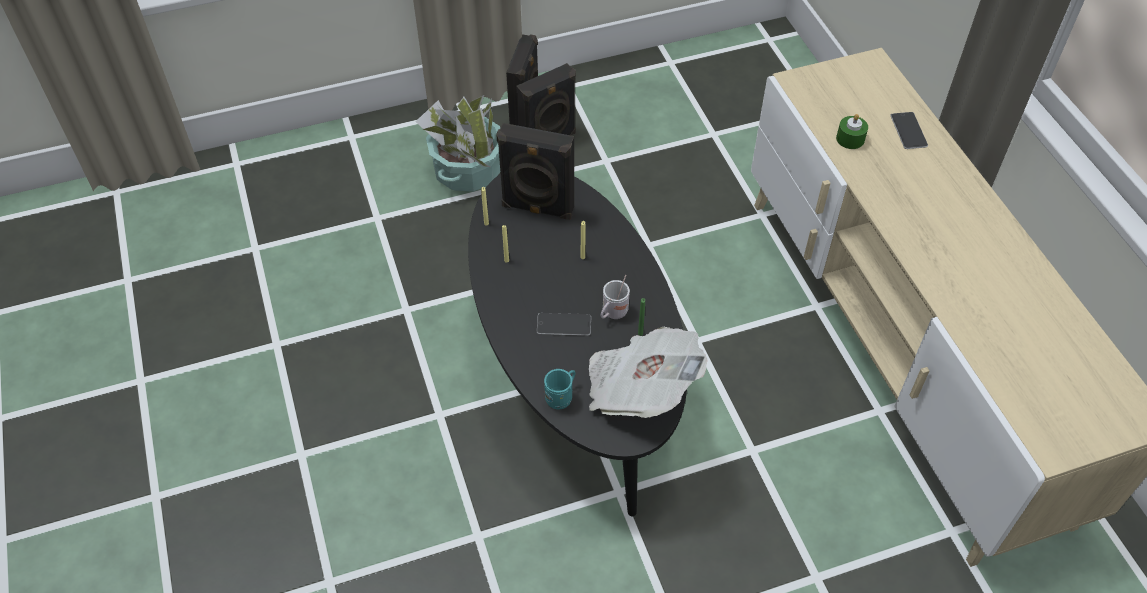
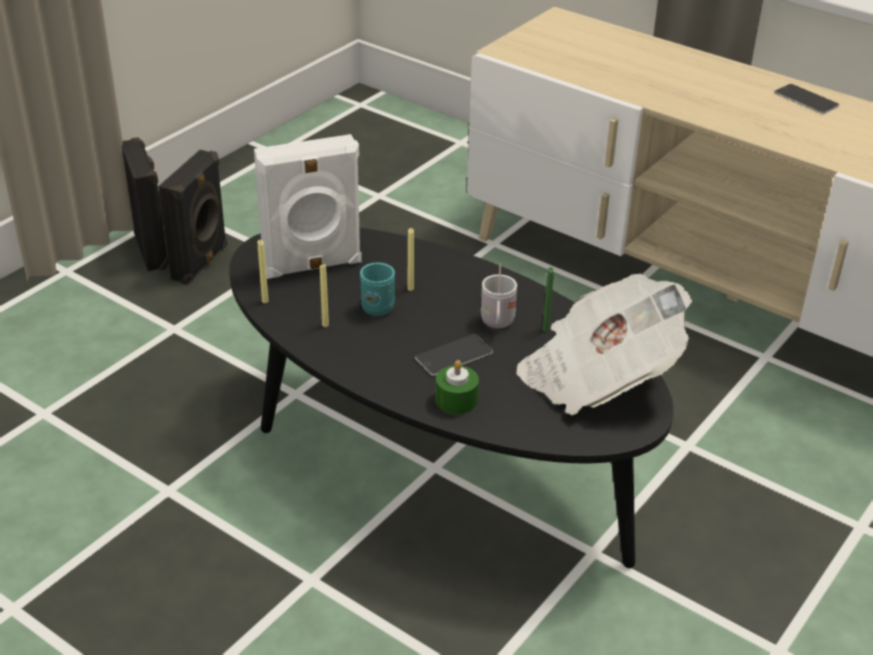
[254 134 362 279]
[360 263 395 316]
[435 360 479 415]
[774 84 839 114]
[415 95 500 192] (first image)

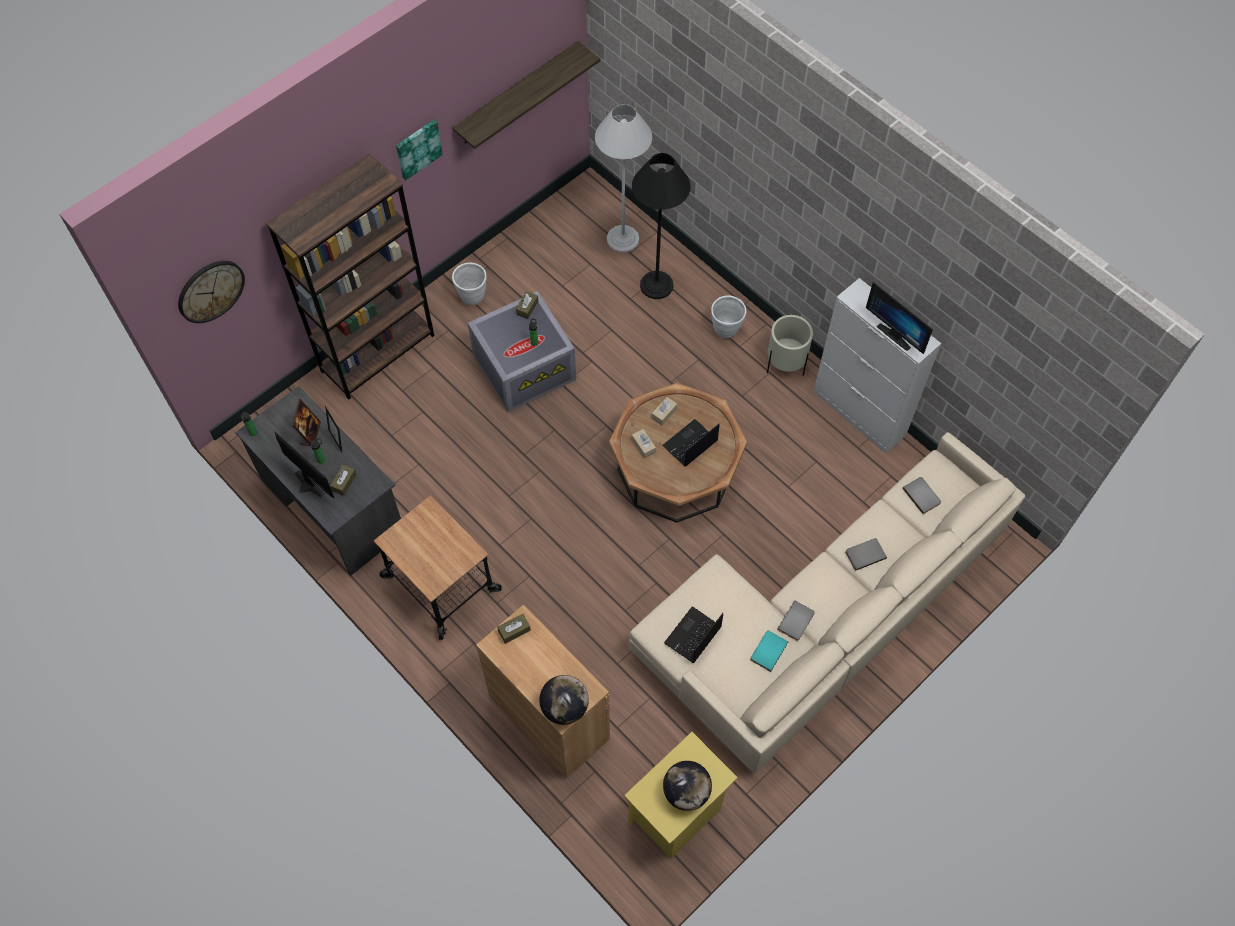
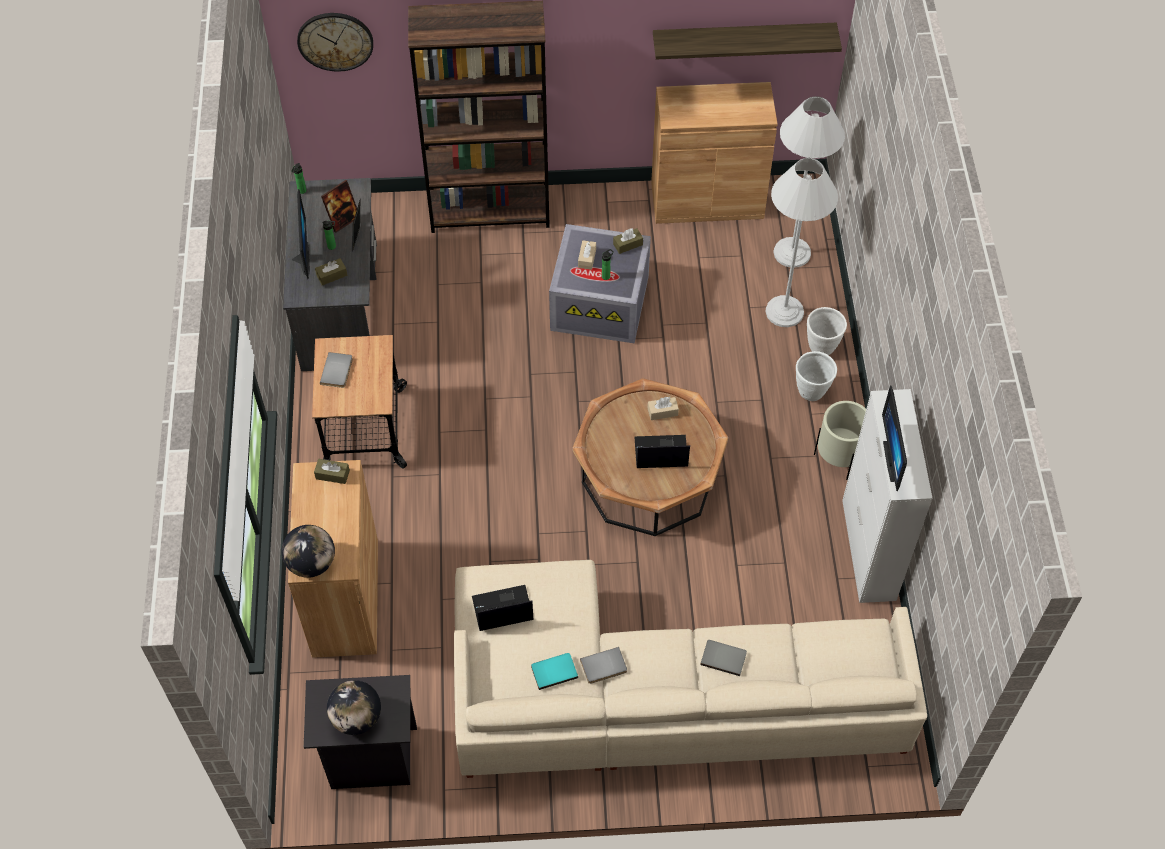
[304 675 417 789]
[320 352 353 388]
[578 240 596 270]
[651 82 778 224]
[765 158 838 327]
[807 307 847 355]
[396 120 443 180] (first image)

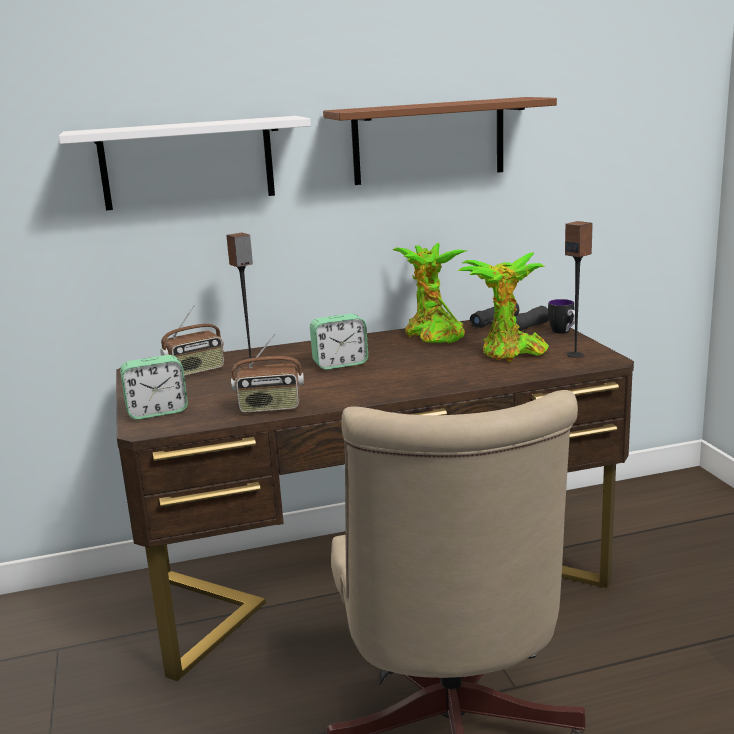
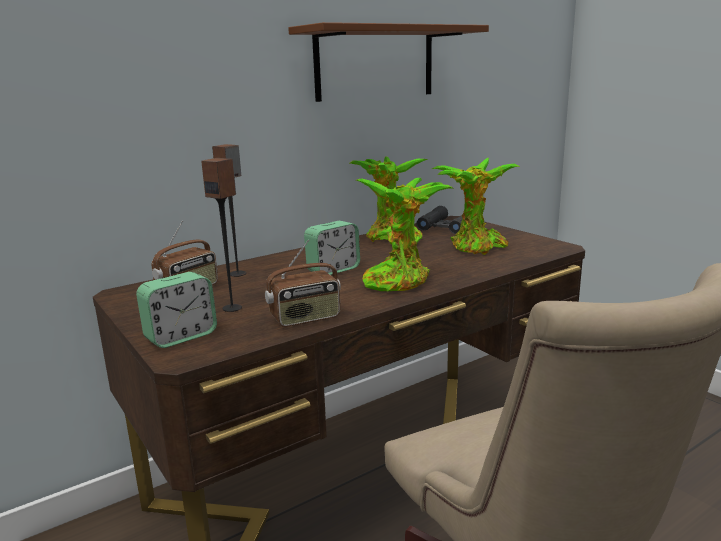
[201 158 242 312]
[356 178 455 292]
[59 116 311 211] (first image)
[548 299 575 334] (first image)

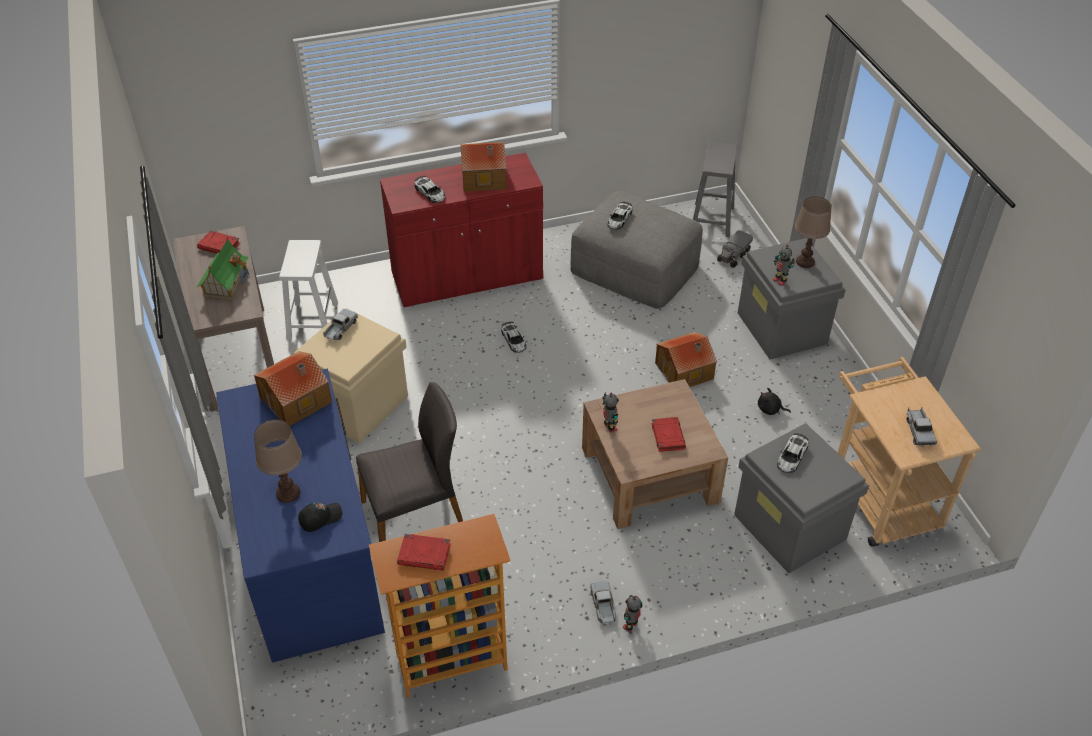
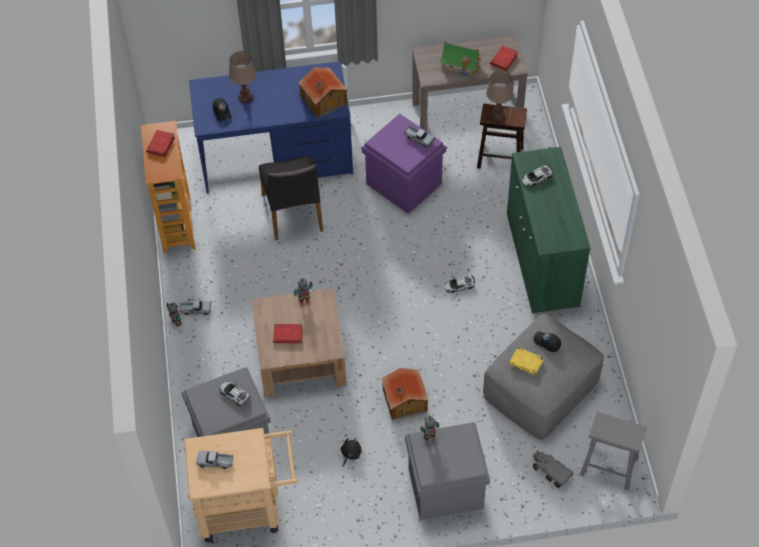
[362 114 446 214]
[477 104 527 169]
[486 70 513 121]
[507 147 591 314]
[509 347 544 375]
[533 332 561 352]
[461 142 507 192] (first image)

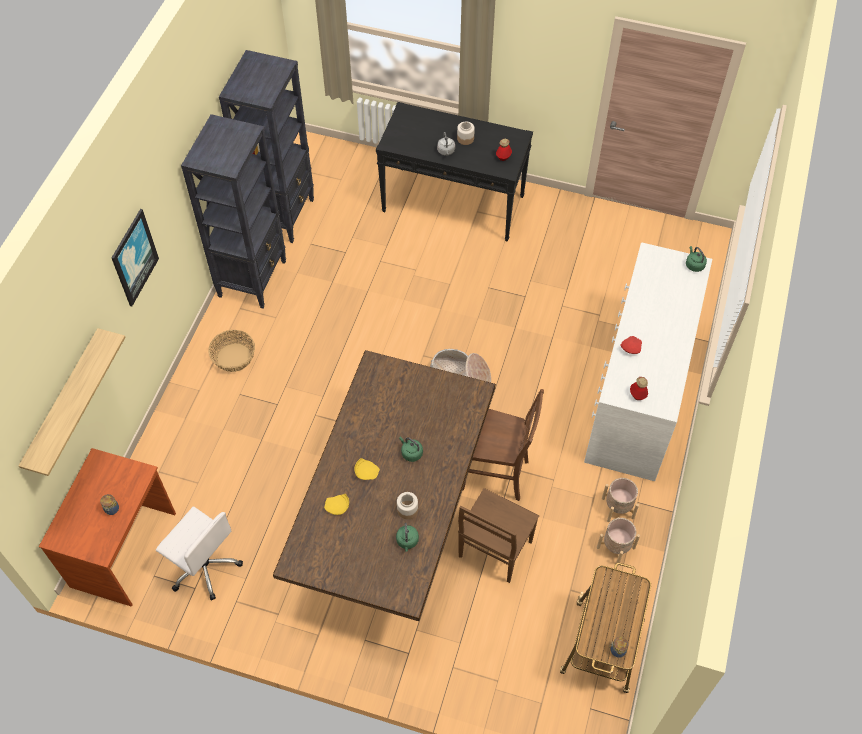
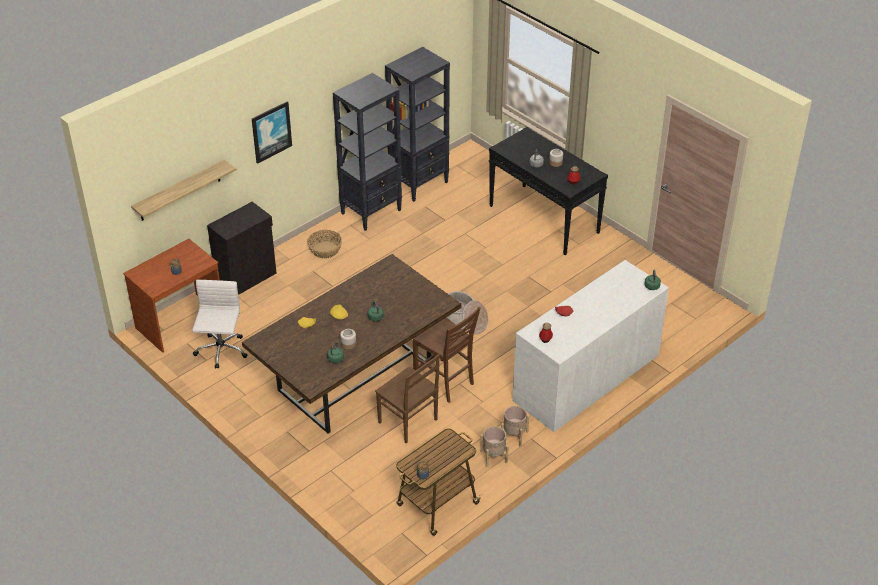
[192 280 248 369]
[207 202 276 295]
[375 354 440 443]

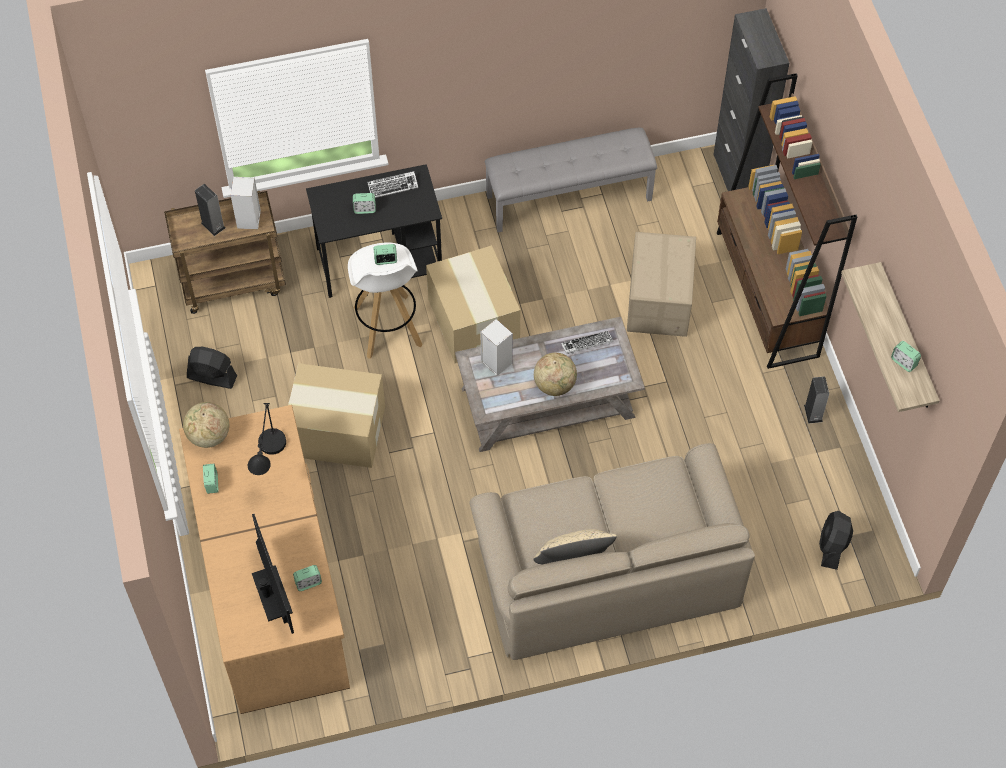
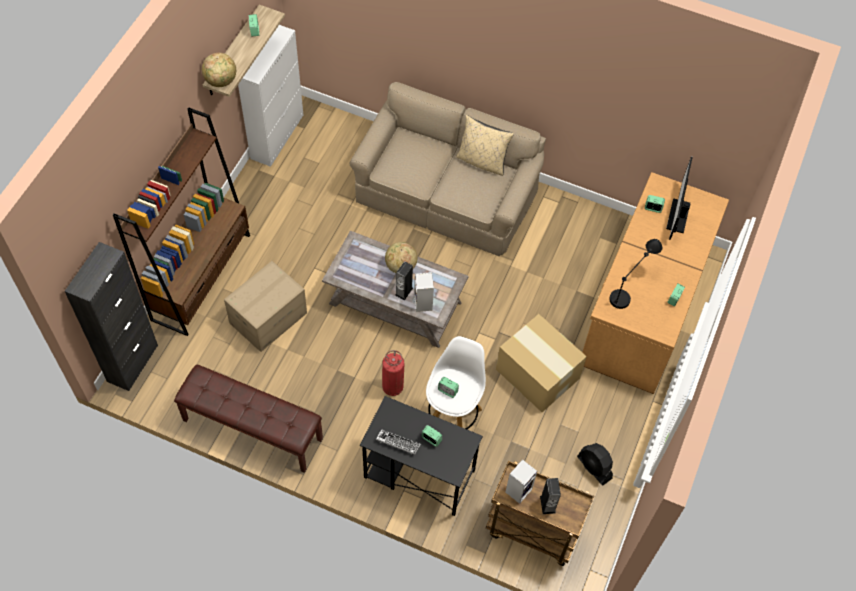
[174 365 323 473]
[202 53 236 87]
[238 25 303 167]
[382 350 405 396]
[395 261 413 300]
[561 331 613 354] (first image)
[819 511 853 570] (first image)

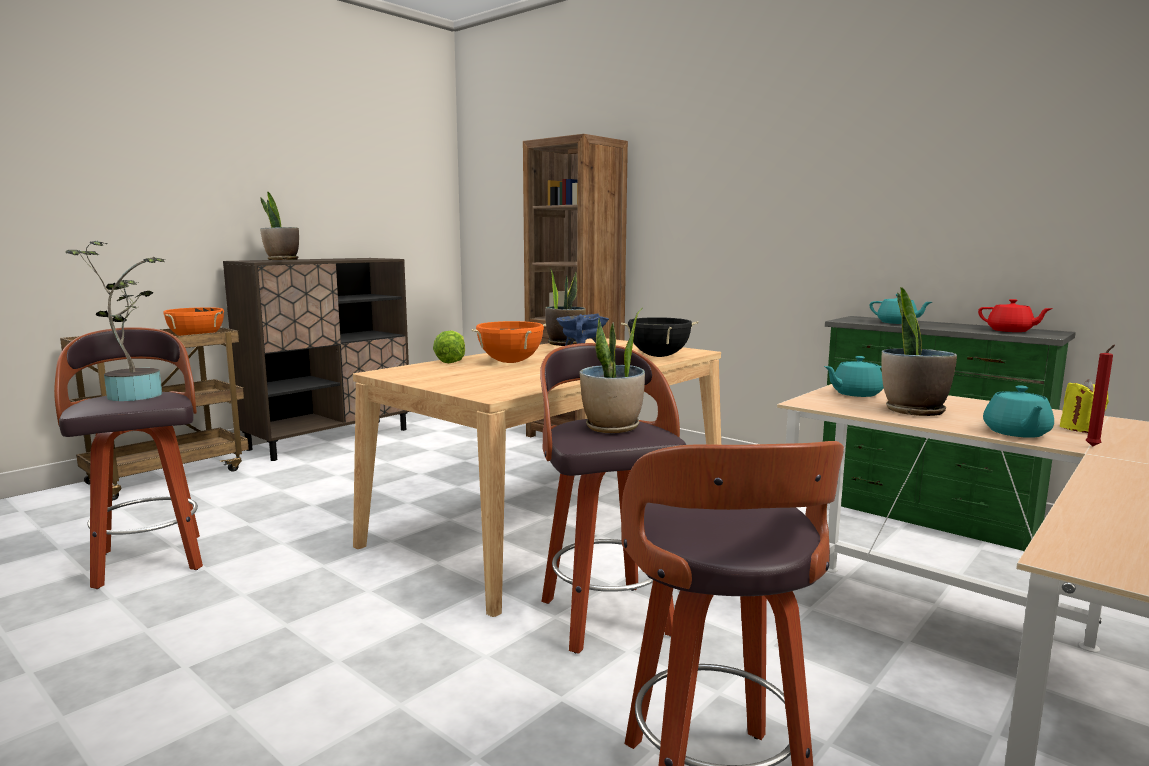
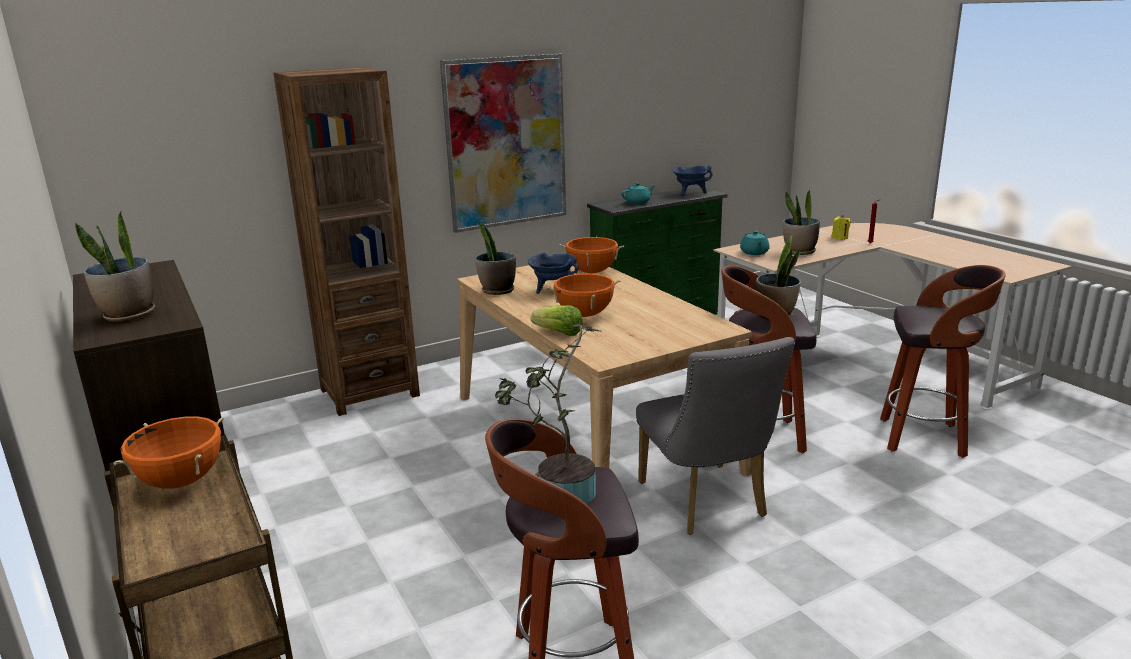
[440 54 566 233]
[560 237 624 273]
[636 337 795 535]
[673 165 713 196]
[983 385 1054 438] (first image)

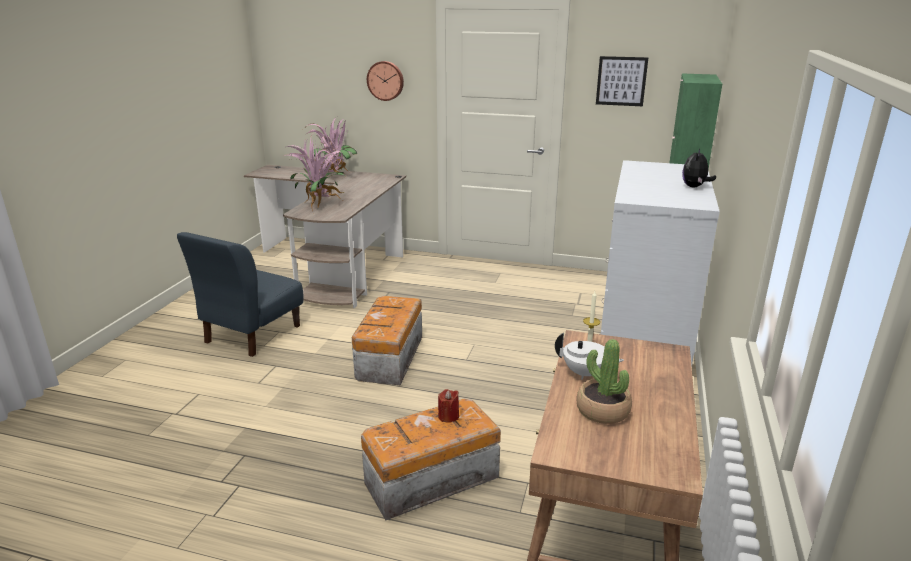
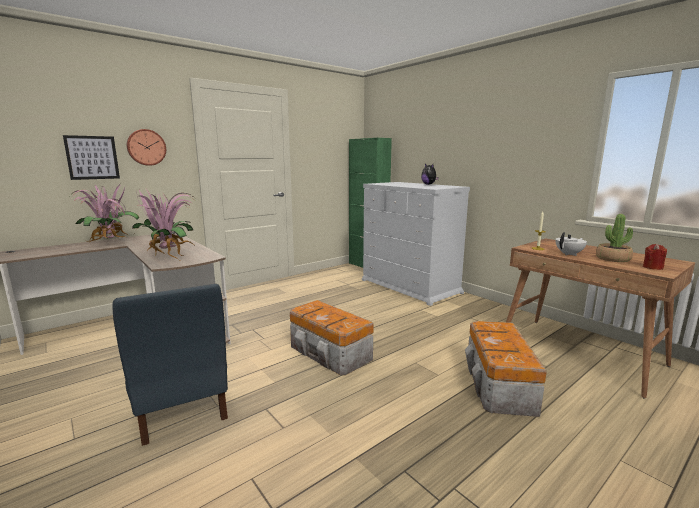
[63 135 120 180]
[643 244 667 270]

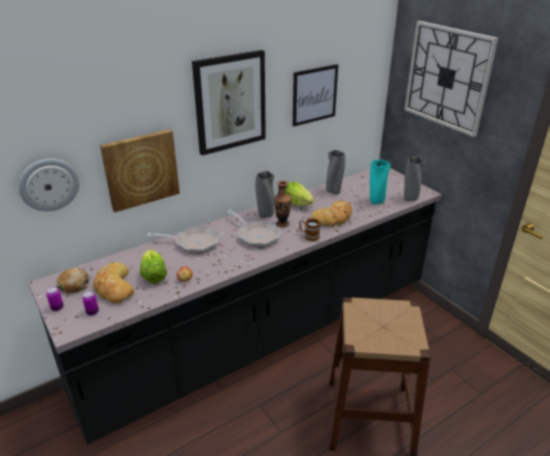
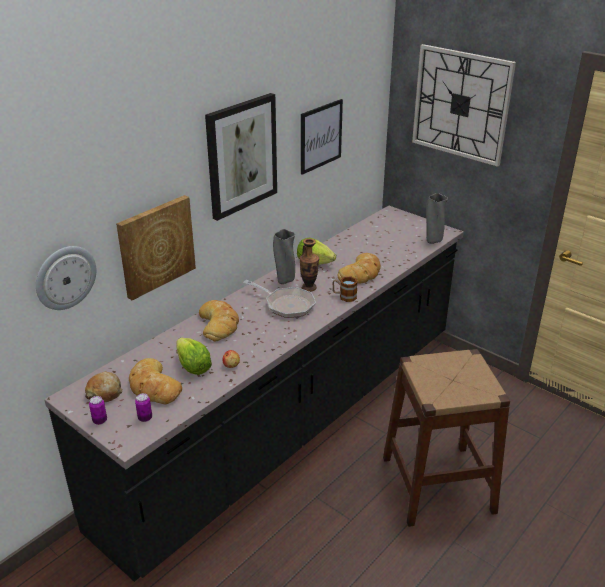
[199 300 239 341]
[326 150 345 194] (first image)
[370 160 391 204] (first image)

